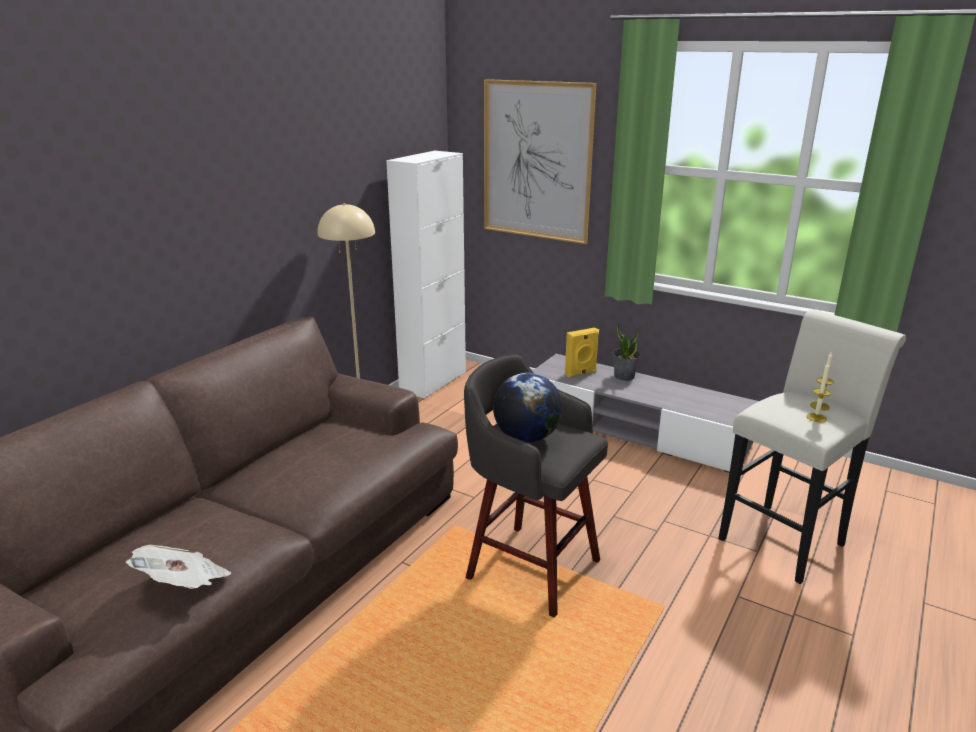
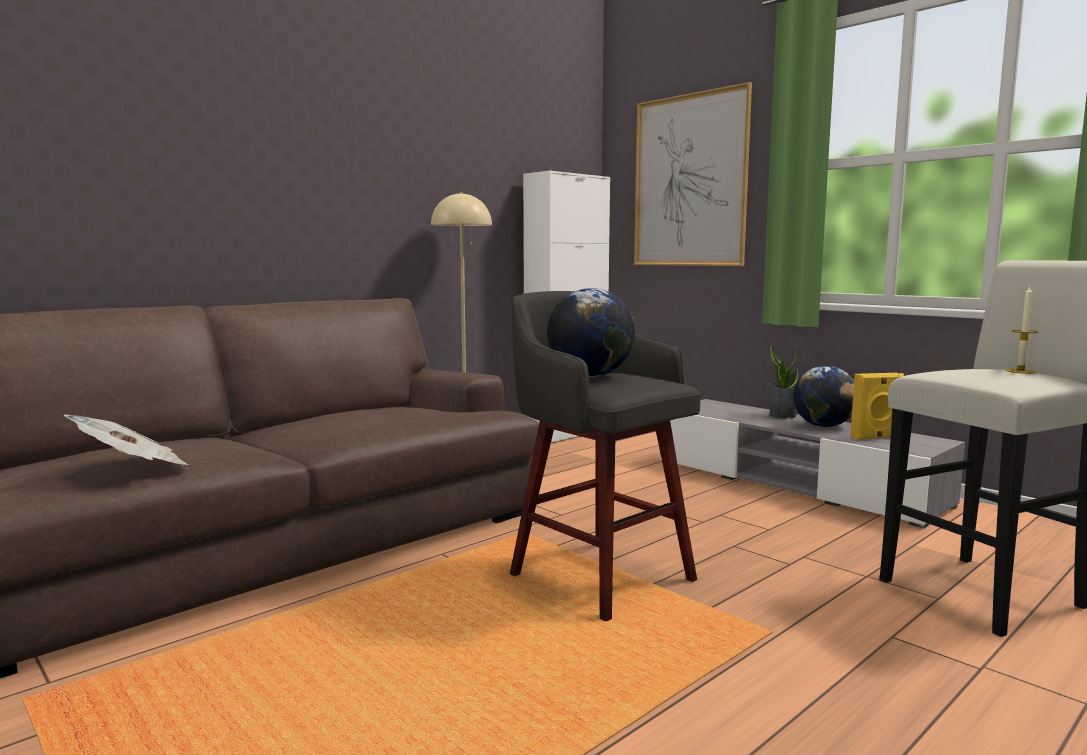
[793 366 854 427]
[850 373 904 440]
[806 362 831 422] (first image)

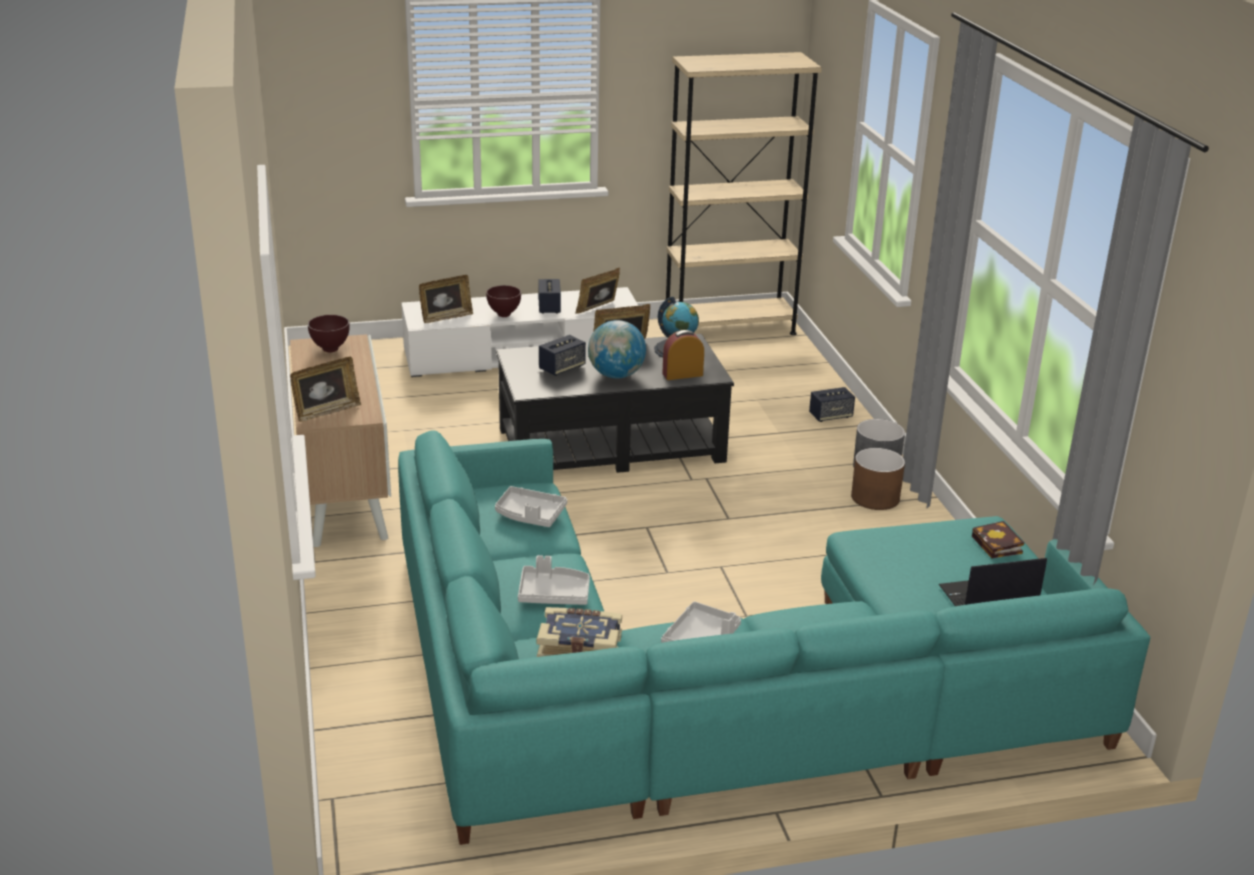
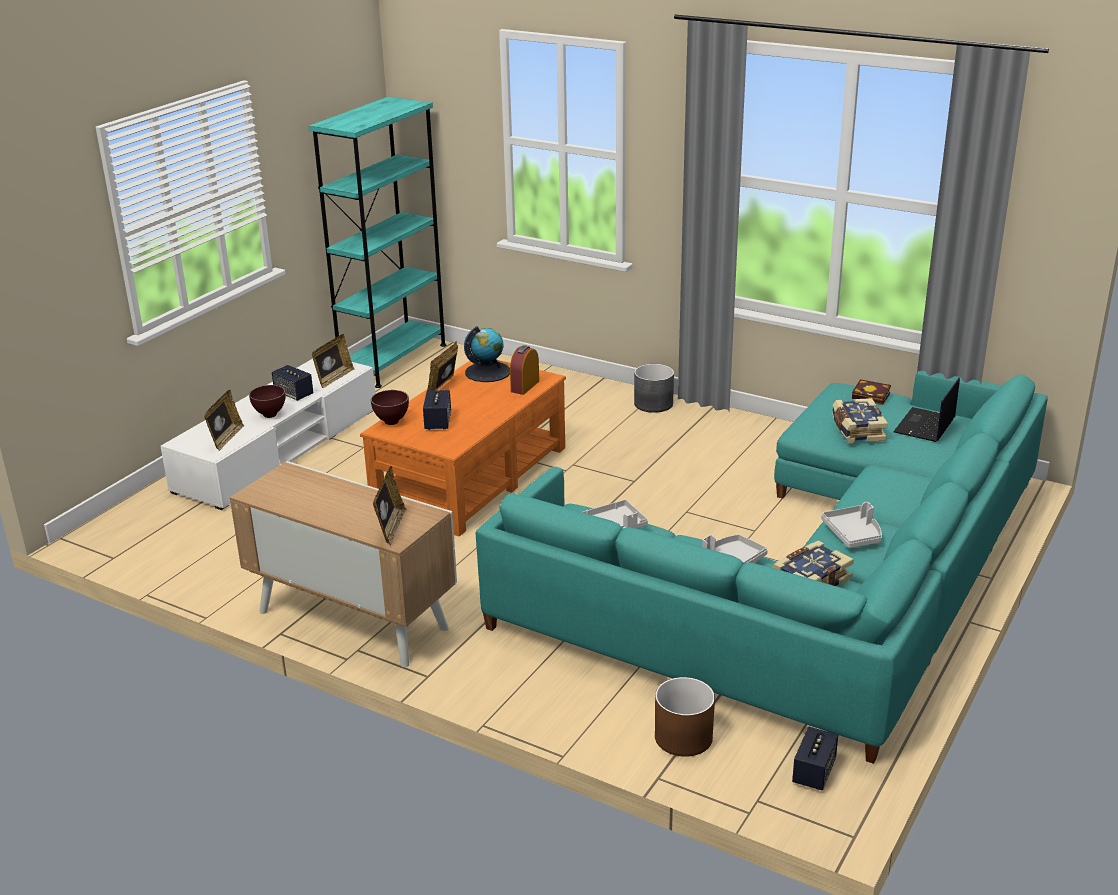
[309 97 447 388]
[312 334 354 388]
[360 360 566 537]
[371 390 409 425]
[655 677 715 757]
[792 727 838 790]
[832 398 888 443]
[588 320 646 379] (first image)

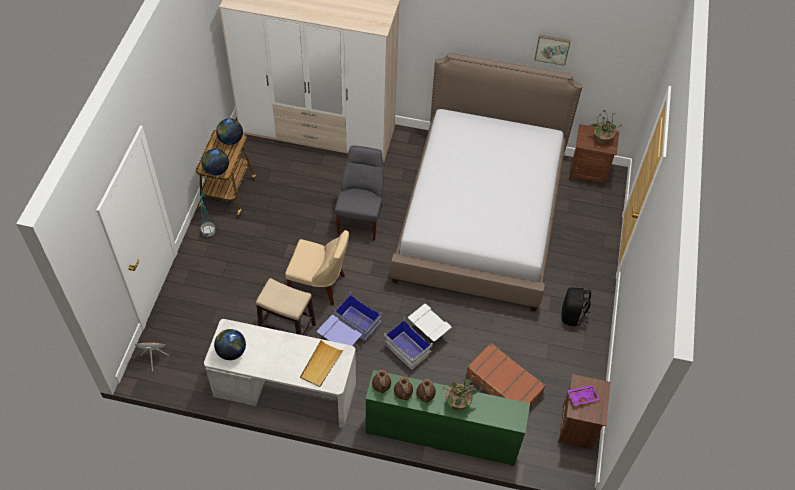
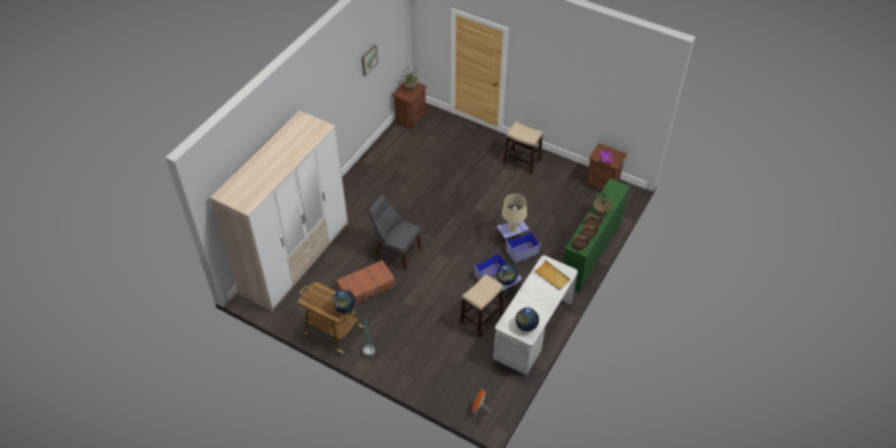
[337 260 396 305]
[496 264 518 285]
[497 221 541 263]
[502 194 527 232]
[503 122 543 174]
[285 230 349 306] (first image)
[391 53 583 311] (first image)

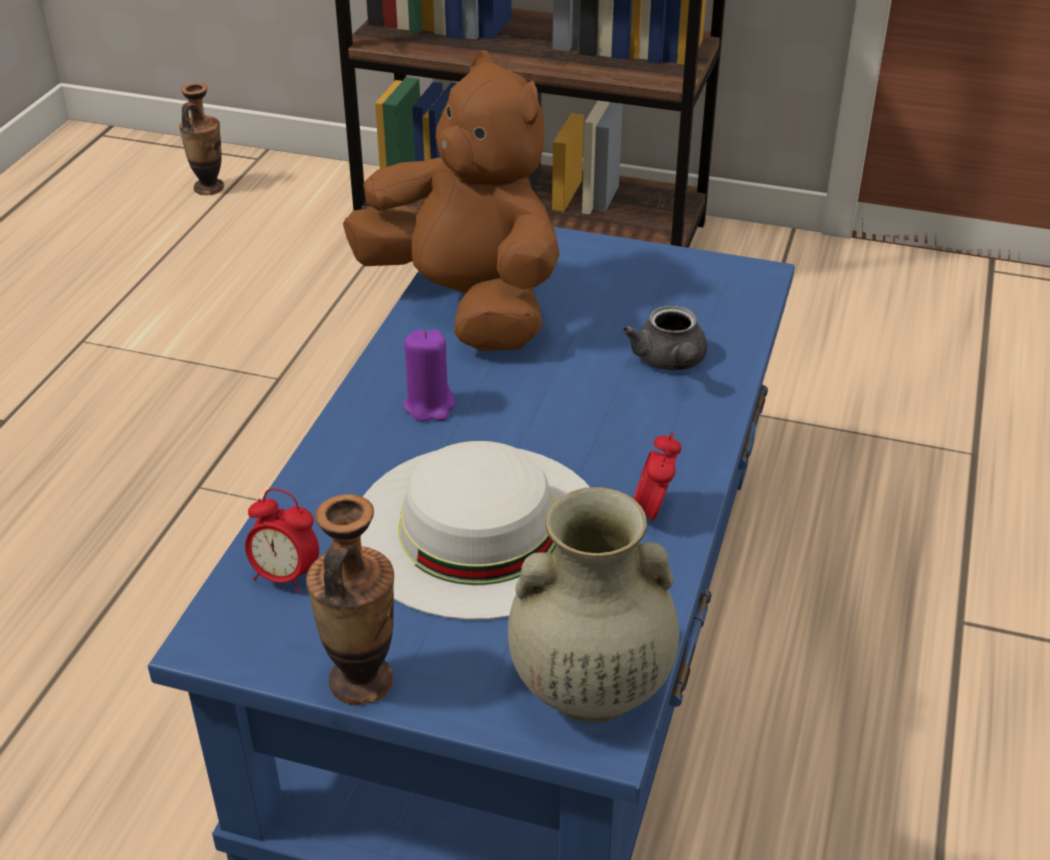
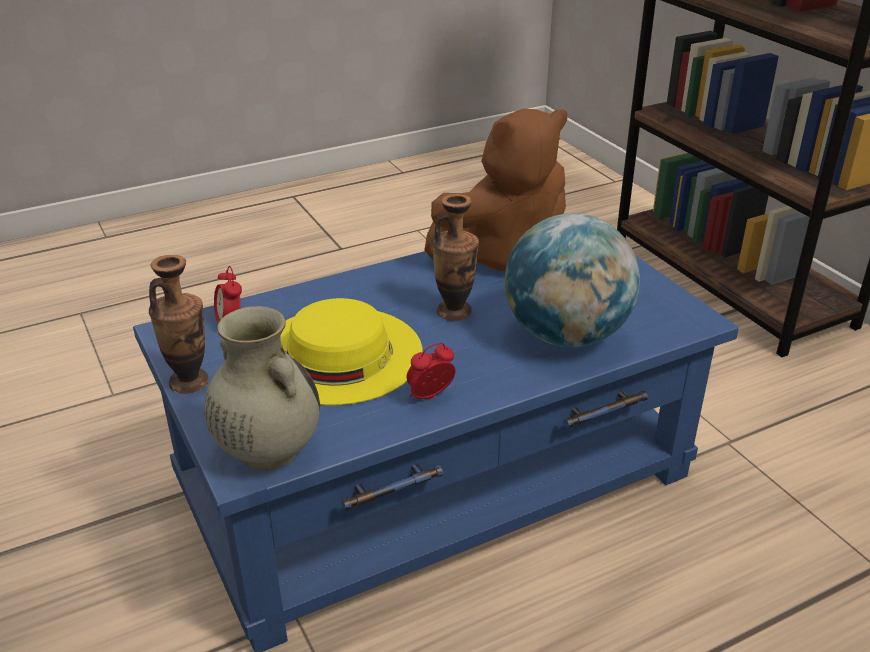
[281 298 423 405]
[424 109 567 271]
[432 194 479 321]
[505 213 640 347]
[403 330 455 422] (first image)

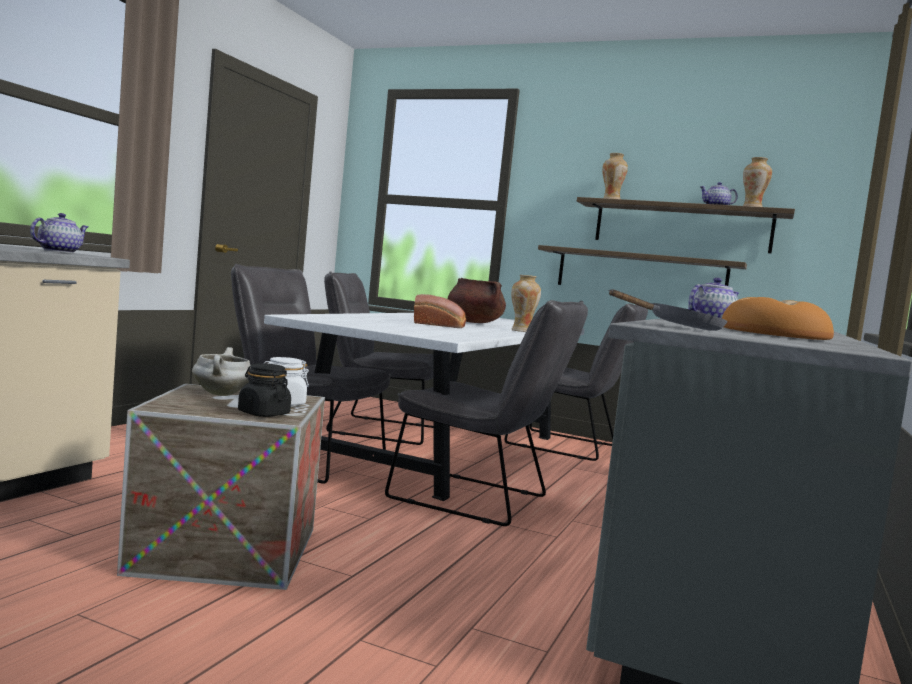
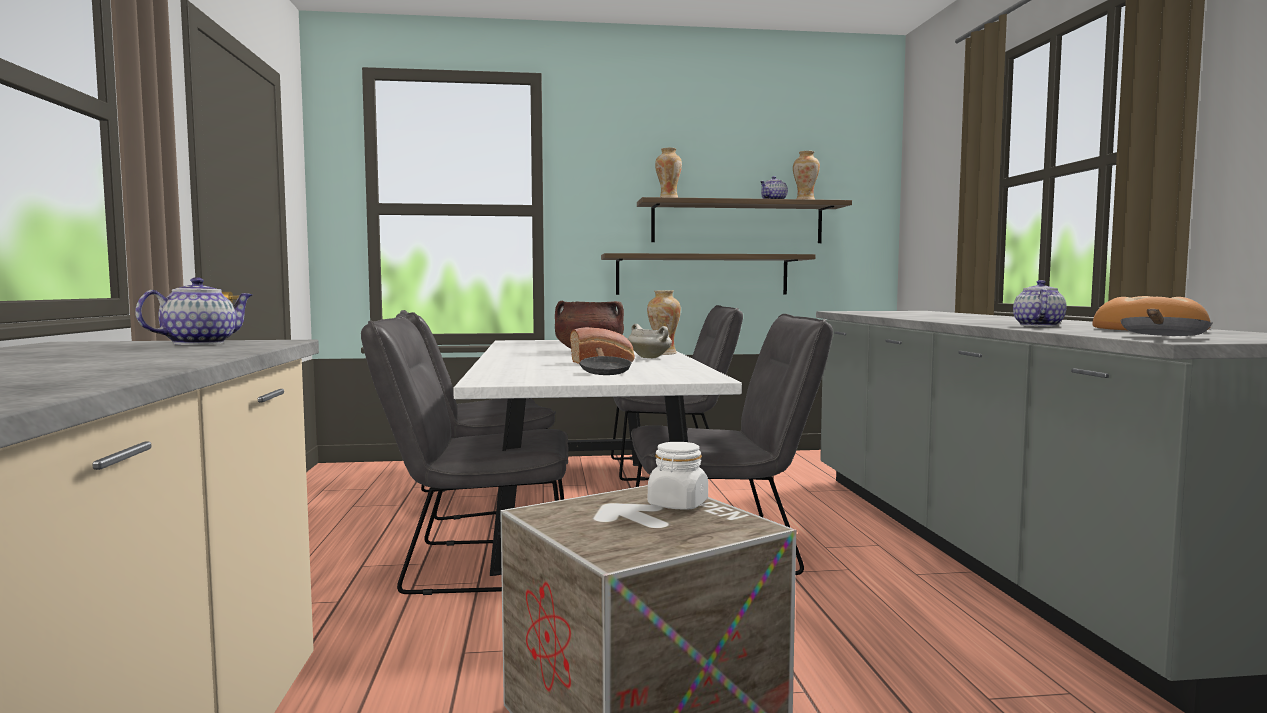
[135 277 252 345]
[579 347 632 375]
[628 324 672 358]
[238 363 291 417] (first image)

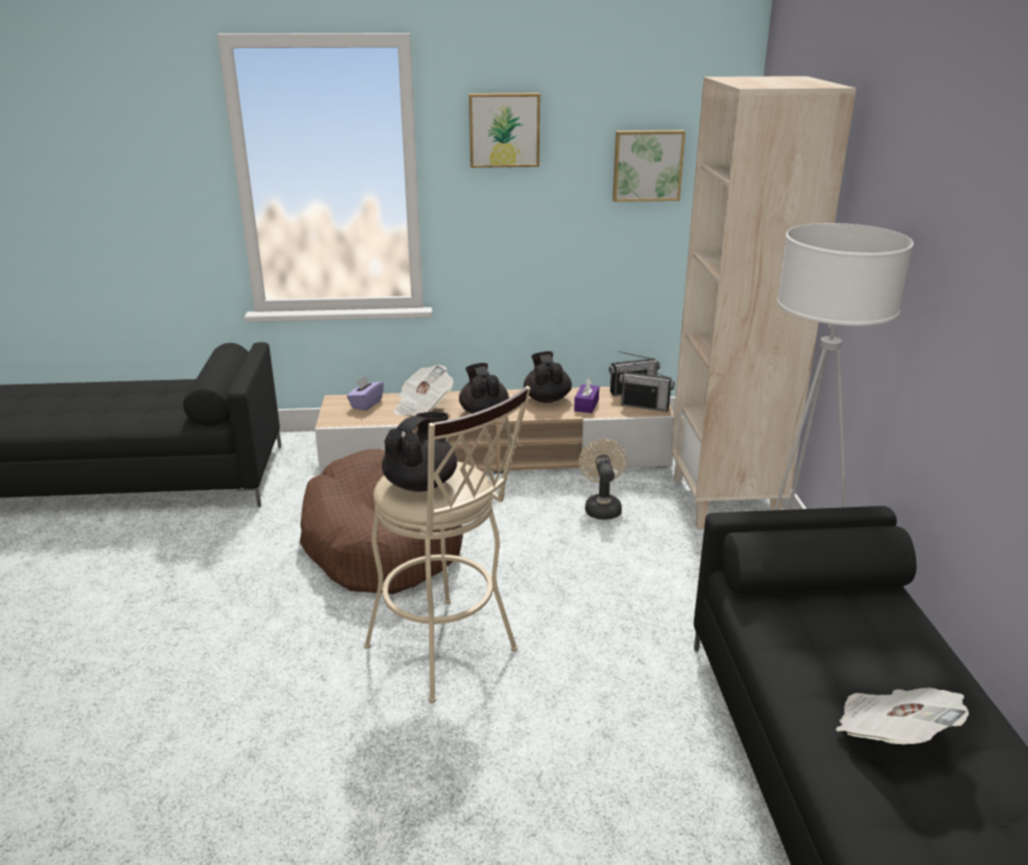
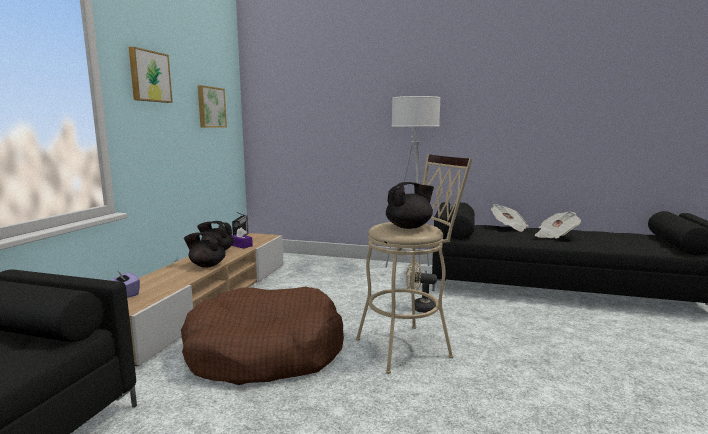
[386 182 434 229]
[406 261 437 313]
[491 204 529 232]
[619 361 675 412] (first image)
[671 76 856 529] (first image)

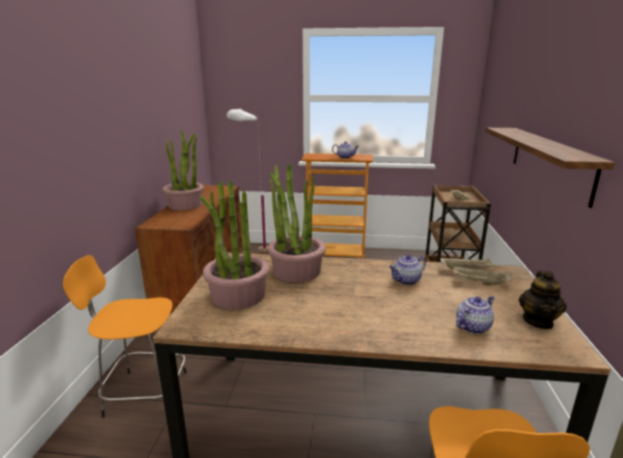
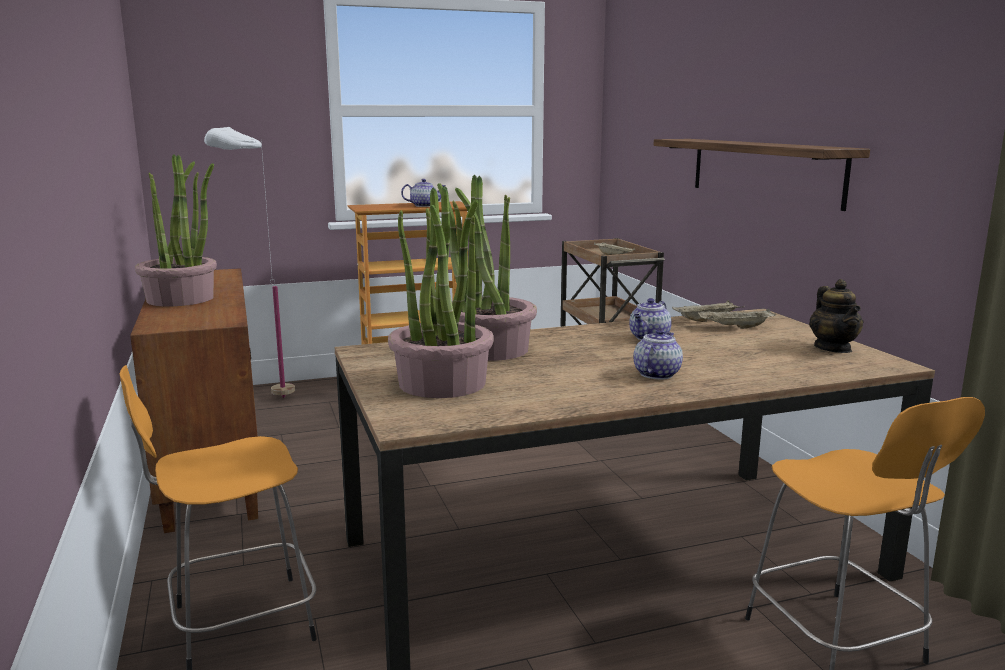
[633 329 683 380]

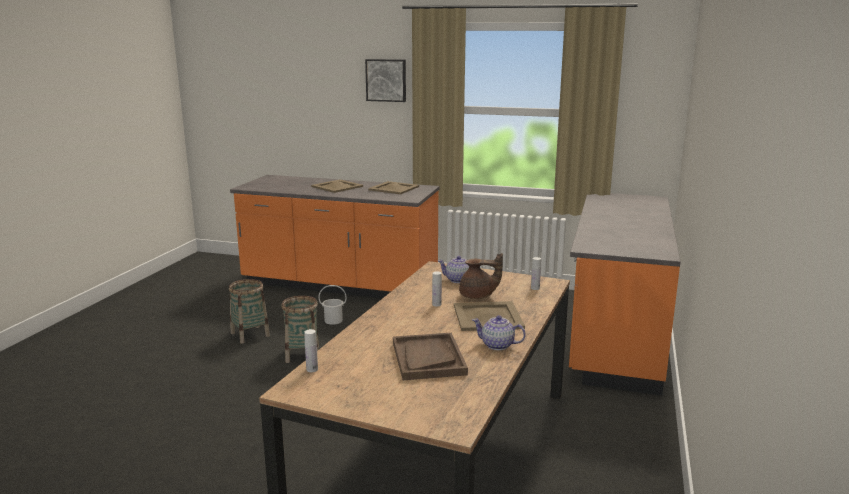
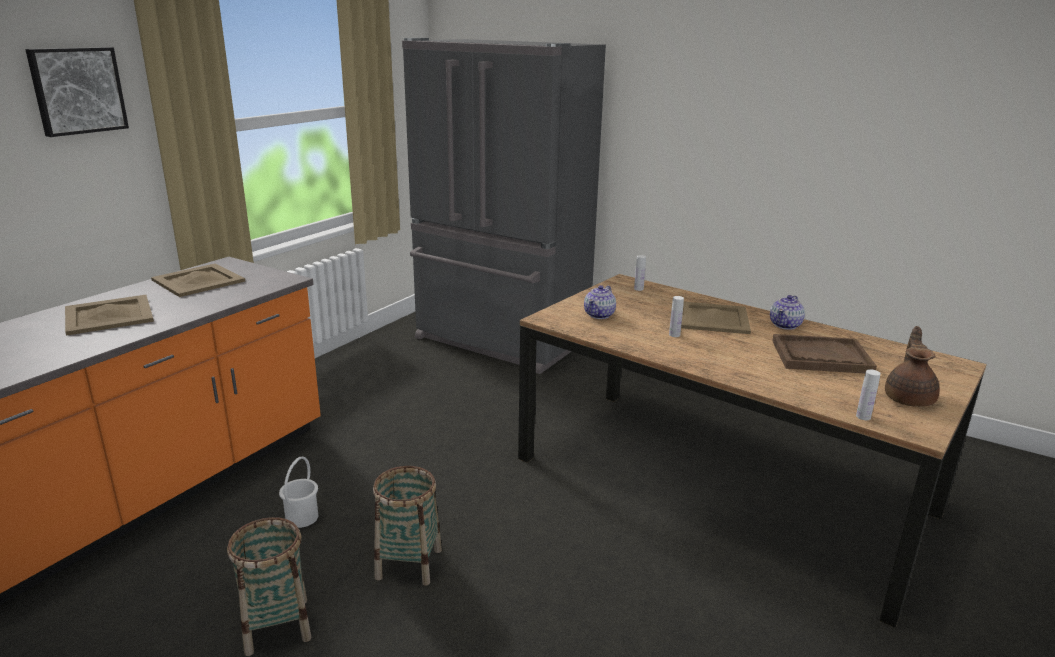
[402 38 606 374]
[885 326 940 407]

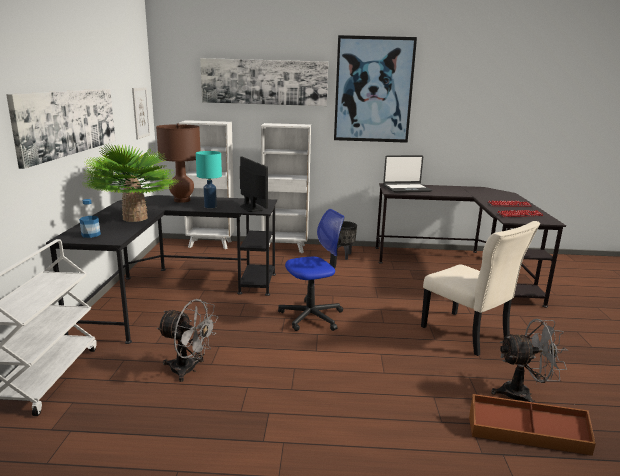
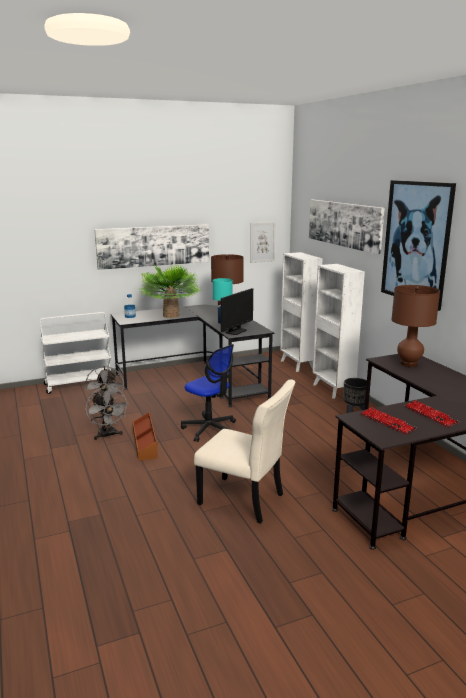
[85 386 129 440]
[133 412 158 461]
[194 379 296 524]
[391 285 440 367]

